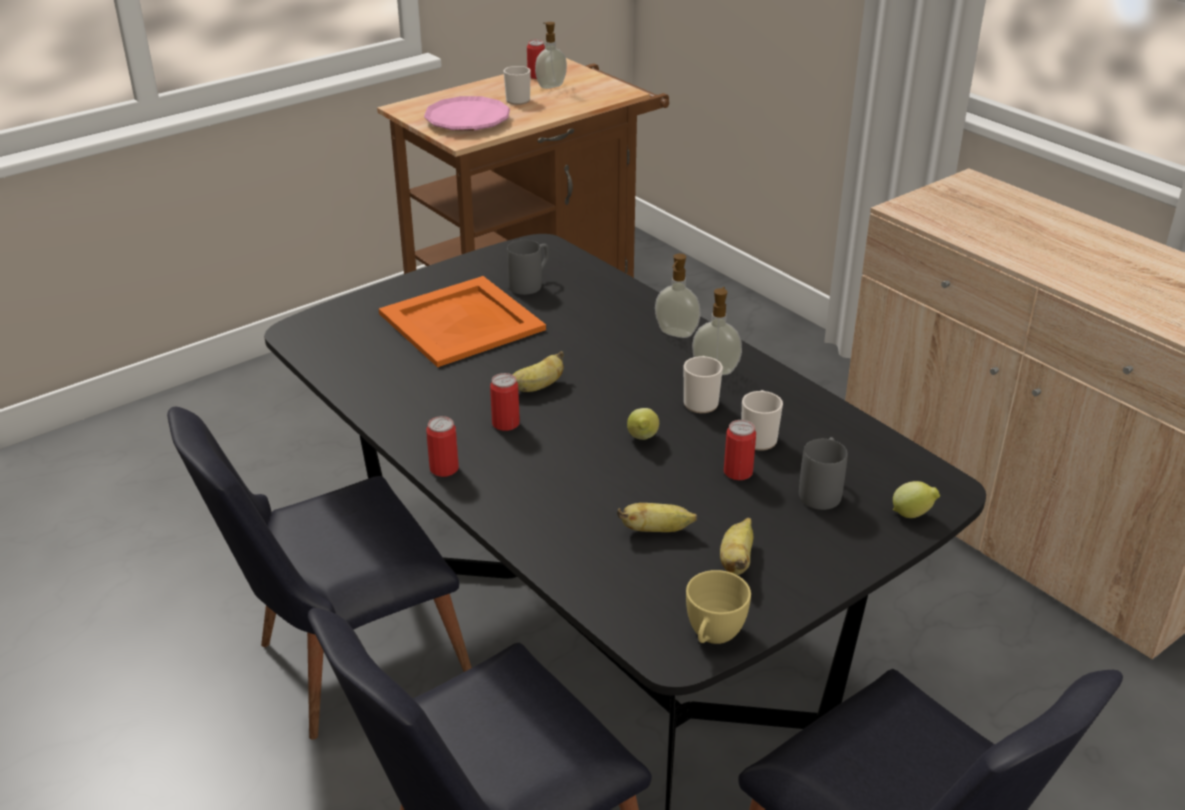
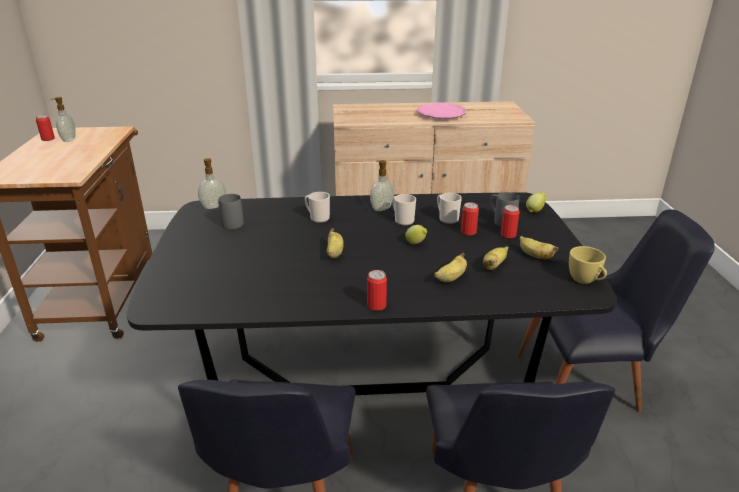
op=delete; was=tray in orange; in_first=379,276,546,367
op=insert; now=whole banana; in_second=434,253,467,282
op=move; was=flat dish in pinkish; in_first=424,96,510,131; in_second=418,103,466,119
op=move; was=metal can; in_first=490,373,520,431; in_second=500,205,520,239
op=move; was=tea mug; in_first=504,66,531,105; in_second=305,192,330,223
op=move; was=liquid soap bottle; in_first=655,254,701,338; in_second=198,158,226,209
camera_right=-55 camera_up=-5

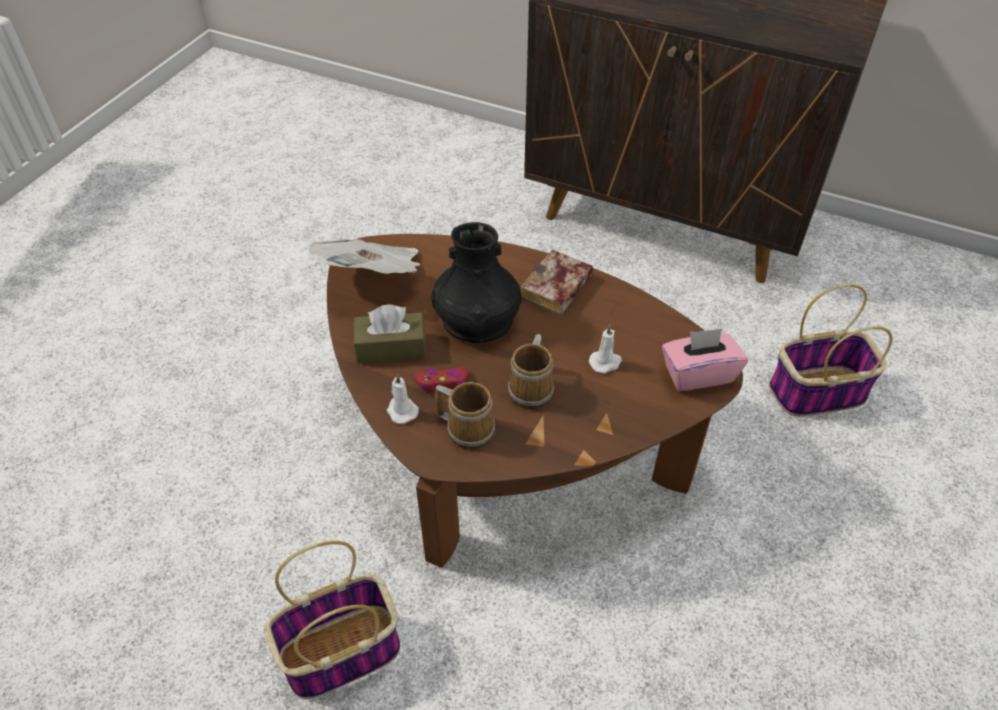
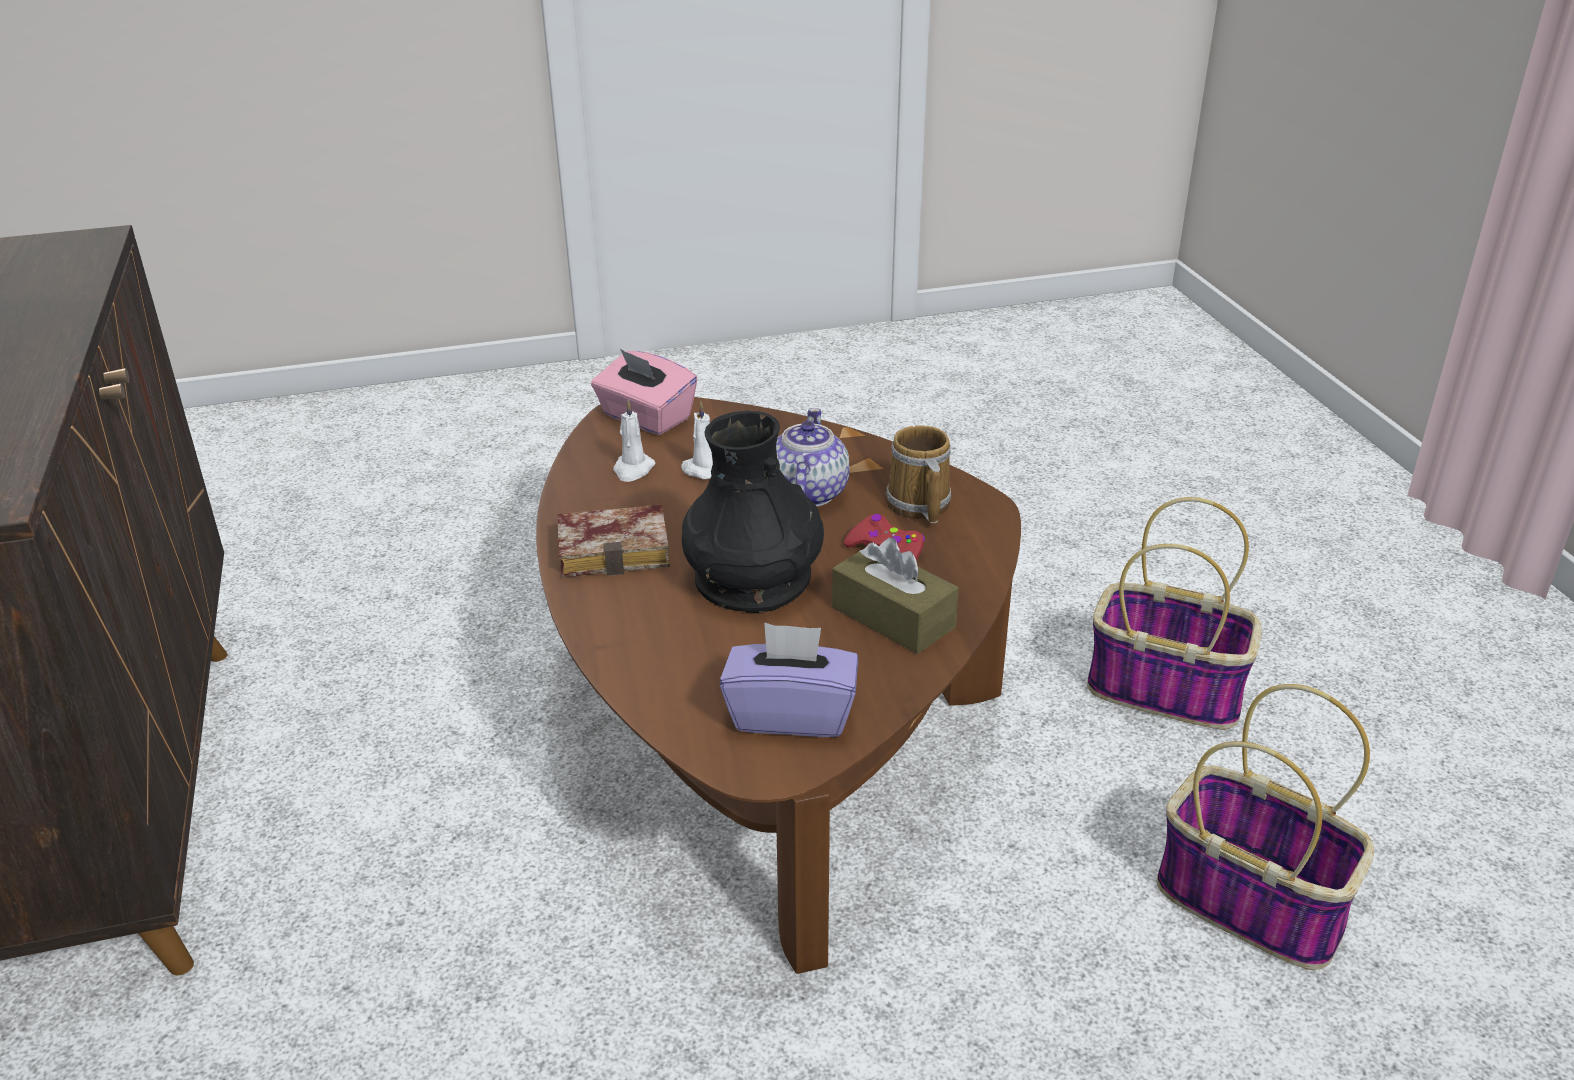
op=move; was=wax light in whitish; in_first=387,374,419,424; in_second=613,400,656,482
op=move; was=household basket; in_first=769,284,893,416; in_second=1157,684,1374,970
op=replace; was=printed paper; now=tissue holder in purplish; in_first=309,239,421,274; in_second=720,623,858,737
op=replace; was=tea mug; now=teapot; in_first=508,334,554,410; in_second=776,408,850,507
camera_right=-130 camera_up=-15

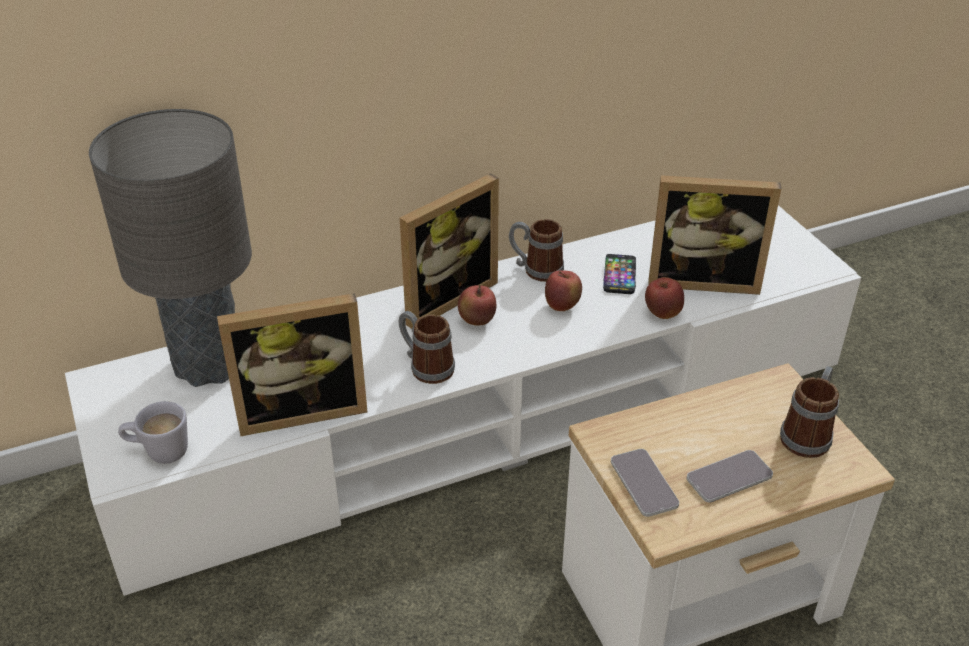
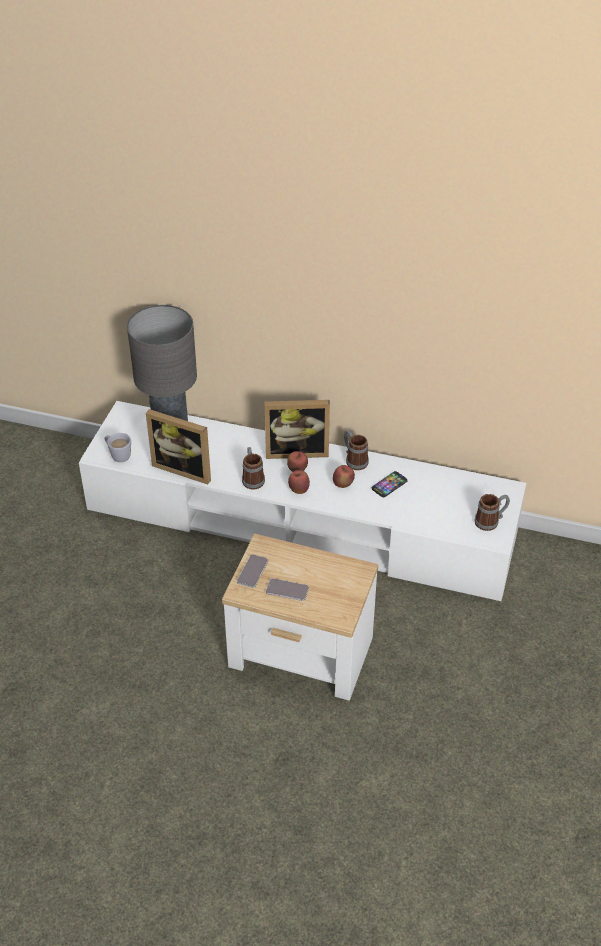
op=delete; was=standing frame; in_first=648,175,781,295
op=move; was=whole apple; in_first=645,277,684,319; in_second=288,470,310,494
op=move; was=tea mug; in_first=780,366,839,458; in_second=474,494,510,531
camera_right=40 camera_up=5

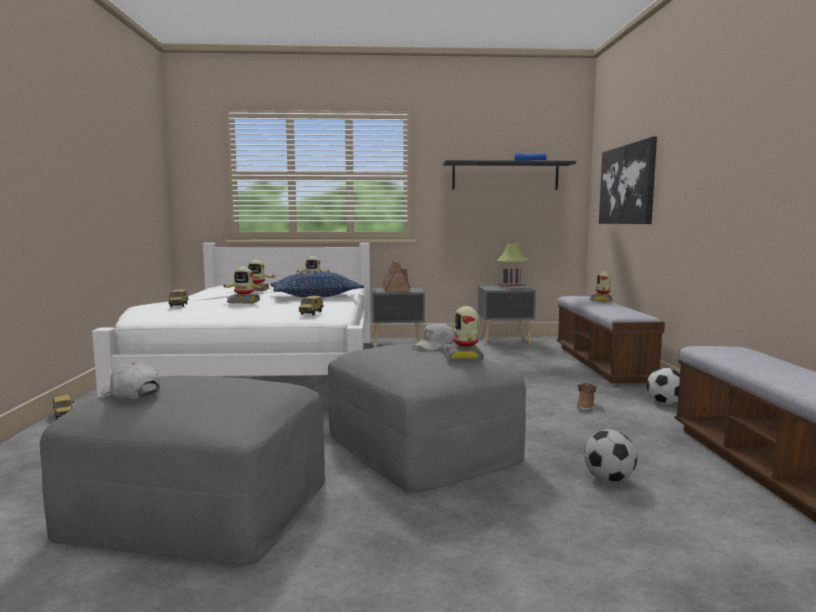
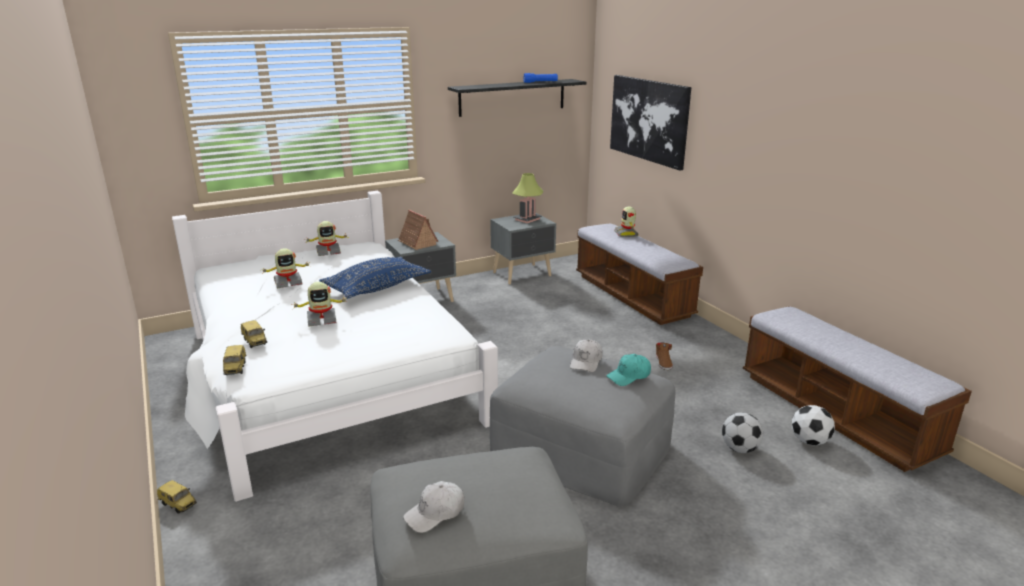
op=move; was=model car; in_first=299,296,324,316; in_second=223,345,247,375
op=move; was=football ball; in_first=646,368,680,404; in_second=792,405,835,445
op=replace; was=model robot; now=cap in turquoise-coloured; in_first=443,306,484,361; in_second=606,354,651,386
op=rotate; was=cap in whitish; in_first=100,363,160,399; in_second=403,481,464,533; clockwise=-45
camera_right=-25 camera_up=15

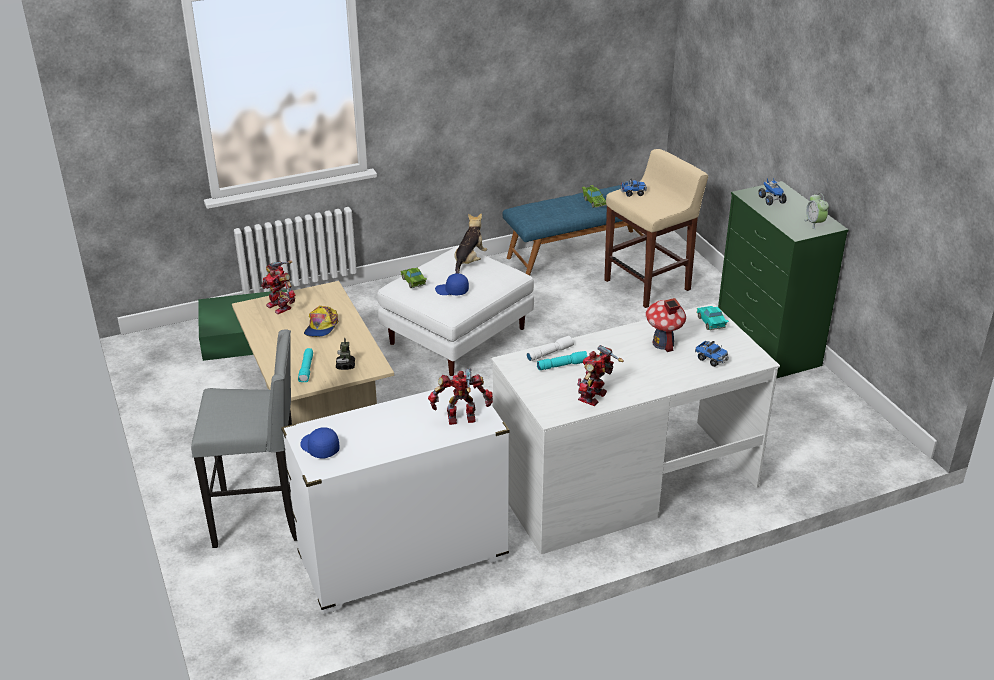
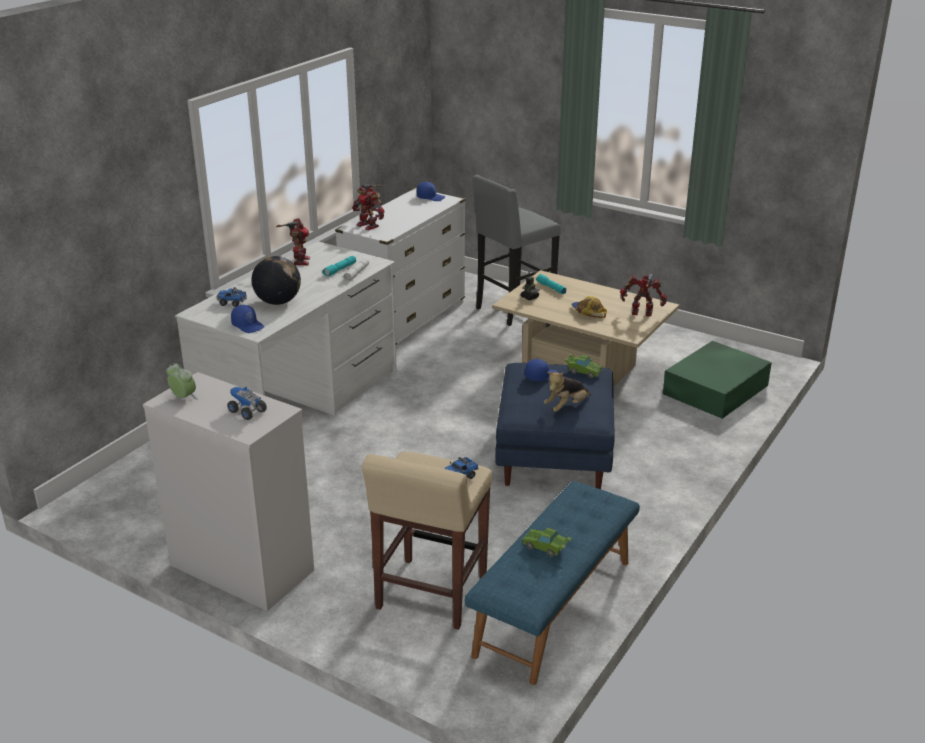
op=replace; was=toy house; now=globe; in_first=646,298,686,352; in_second=251,256,301,305
op=replace; was=model car in turquoise-coloured; now=cap in blue-coloured; in_first=697,306,729,330; in_second=231,305,264,333
op=recolor; was=ottoman in whitish; now=ottoman in blue-coloured; in_first=377,246,534,376; in_second=495,363,615,489
op=recolor; was=drawer chest in greenish; now=drawer chest in whitish; in_first=718,181,849,379; in_second=143,372,314,611
op=rotate; was=model robot; in_first=428,369,493,425; in_second=352,184,385,230; clockwise=90
op=rotate; was=plush toy; in_first=455,214,487,273; in_second=544,372,591,412; clockwise=60
camera_right=145 camera_up=-5

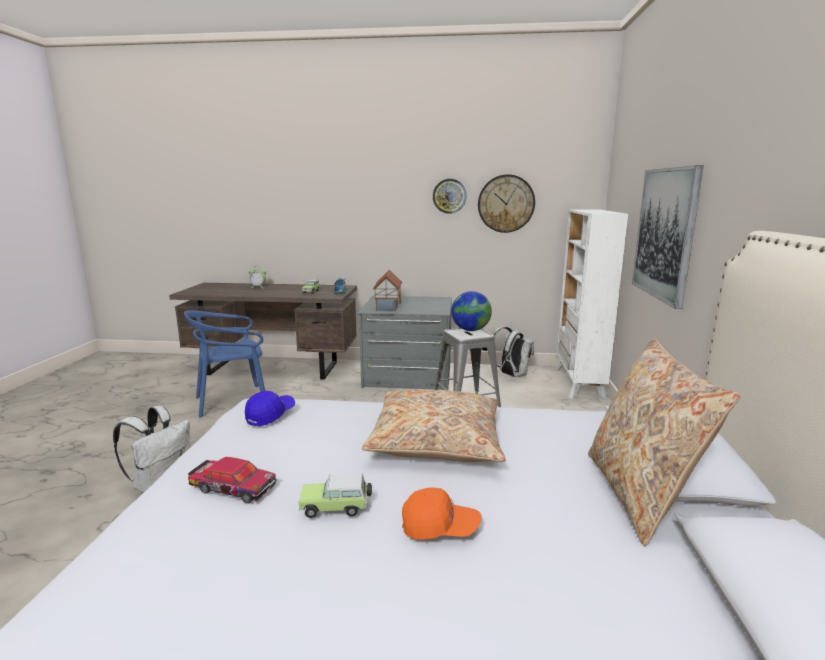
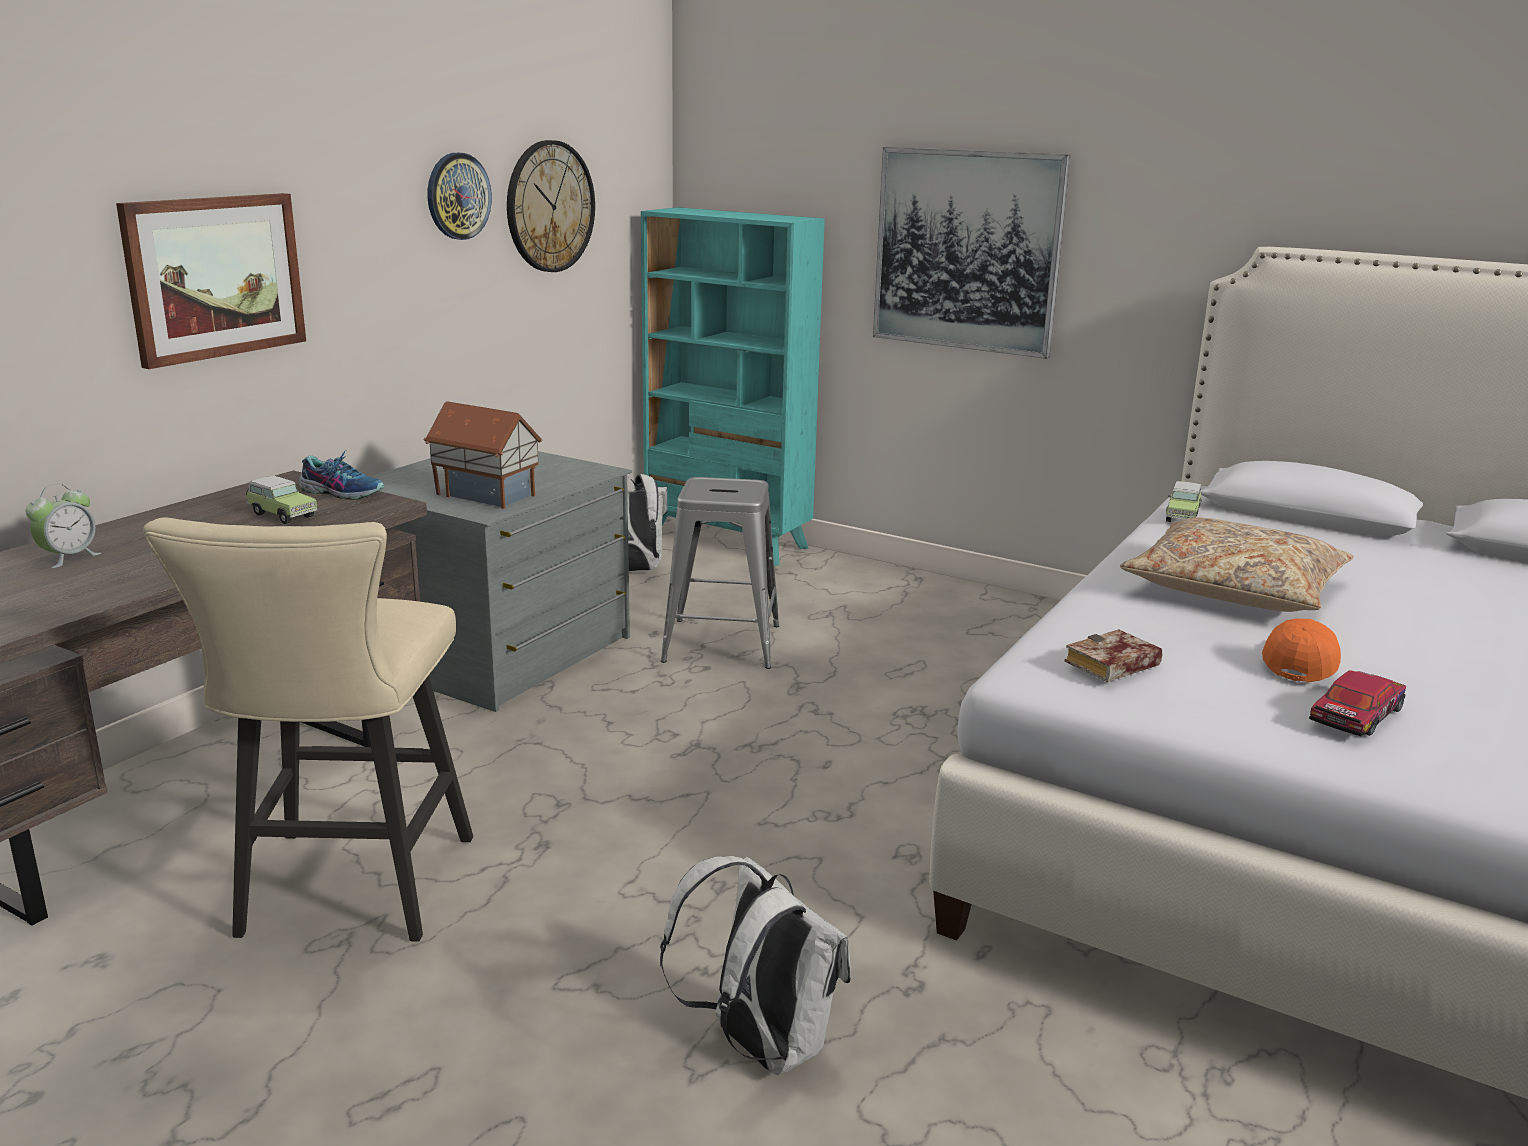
op=delete; was=globe; in_first=451,291,492,331
op=delete; was=pillow in beige; in_first=588,338,741,546
op=insert; now=picture; in_second=116,193,306,369
op=move; was=model car; in_first=298,474,372,518; in_second=1166,481,1202,522
op=move; was=cap in orange; in_first=402,487,482,540; in_second=1262,618,1341,683
op=replace; was=upright chair in blue-coloured; now=stool in beige; in_first=184,310,265,418; in_second=143,517,473,941
op=replace; was=cap in blue-coloured; now=bound book; in_first=245,391,295,427; in_second=1064,629,1162,682
op=recolor; was=shelving unit in whitish; now=shelving unit in turquoise-coloured; in_first=555,209,628,400; in_second=641,207,825,566
camera_right=-65 camera_up=5

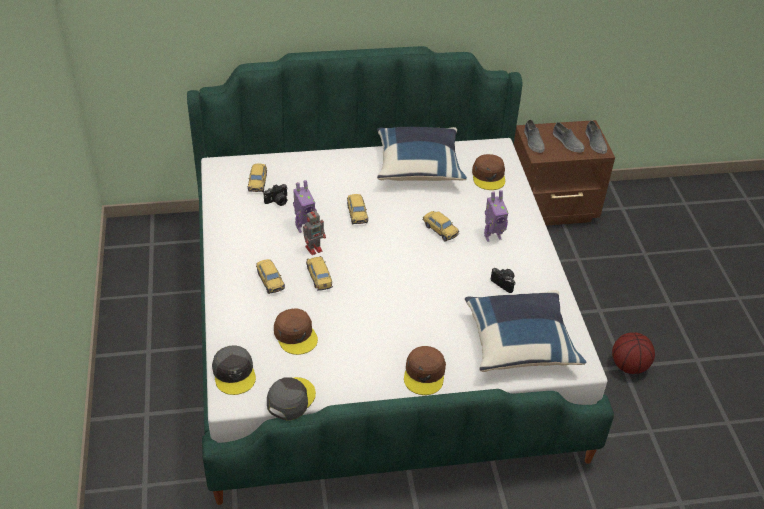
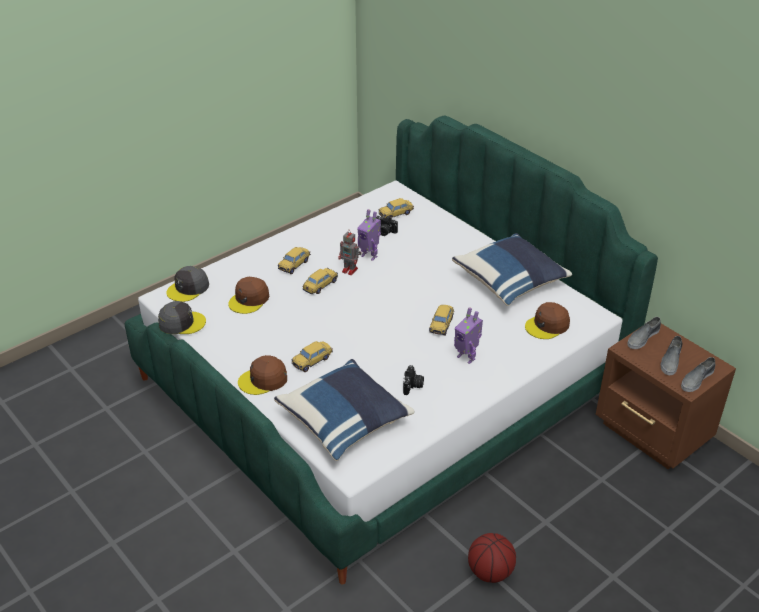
op=move; was=model car; in_first=347,194,368,225; in_second=291,341,333,372
camera_right=60 camera_up=-5

